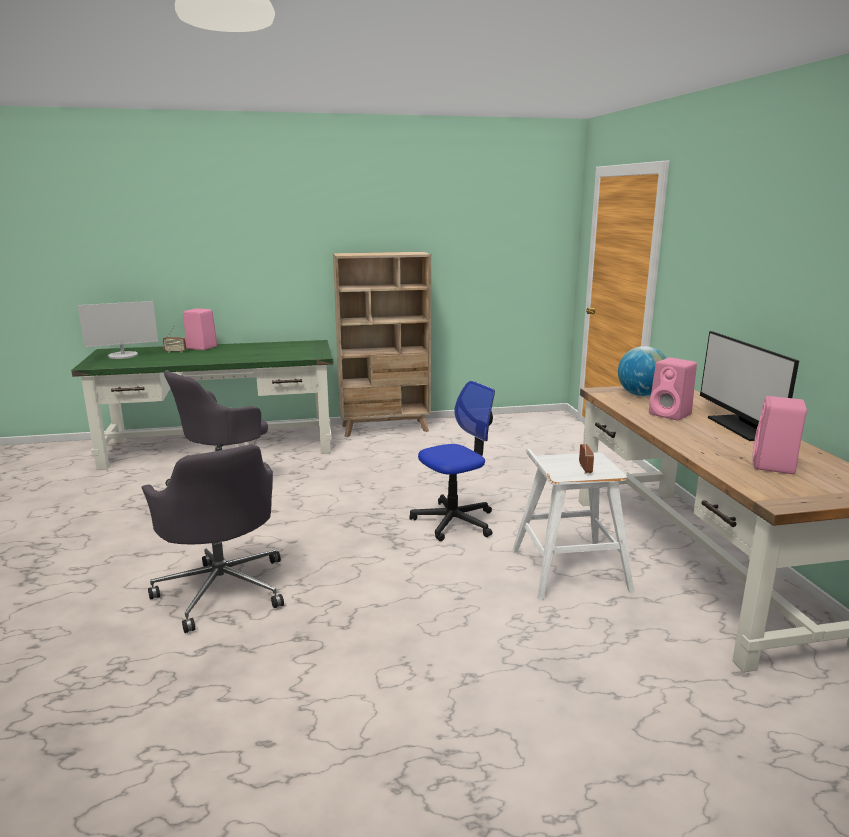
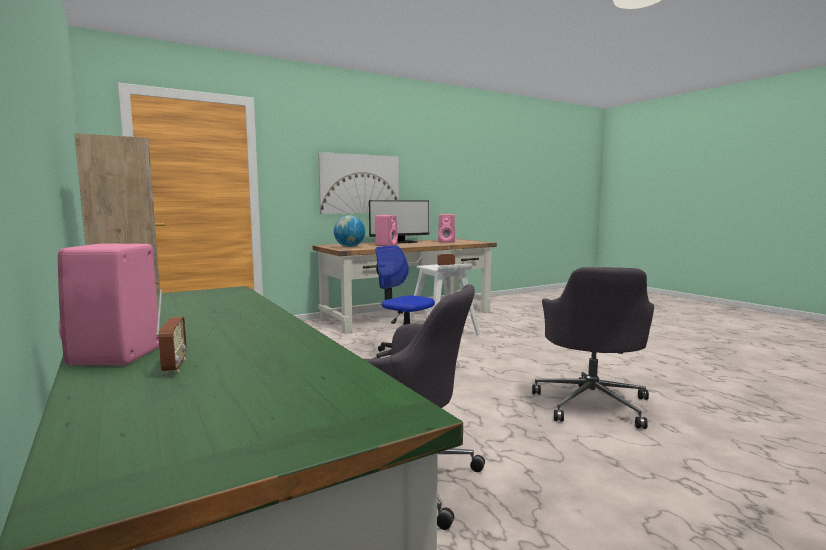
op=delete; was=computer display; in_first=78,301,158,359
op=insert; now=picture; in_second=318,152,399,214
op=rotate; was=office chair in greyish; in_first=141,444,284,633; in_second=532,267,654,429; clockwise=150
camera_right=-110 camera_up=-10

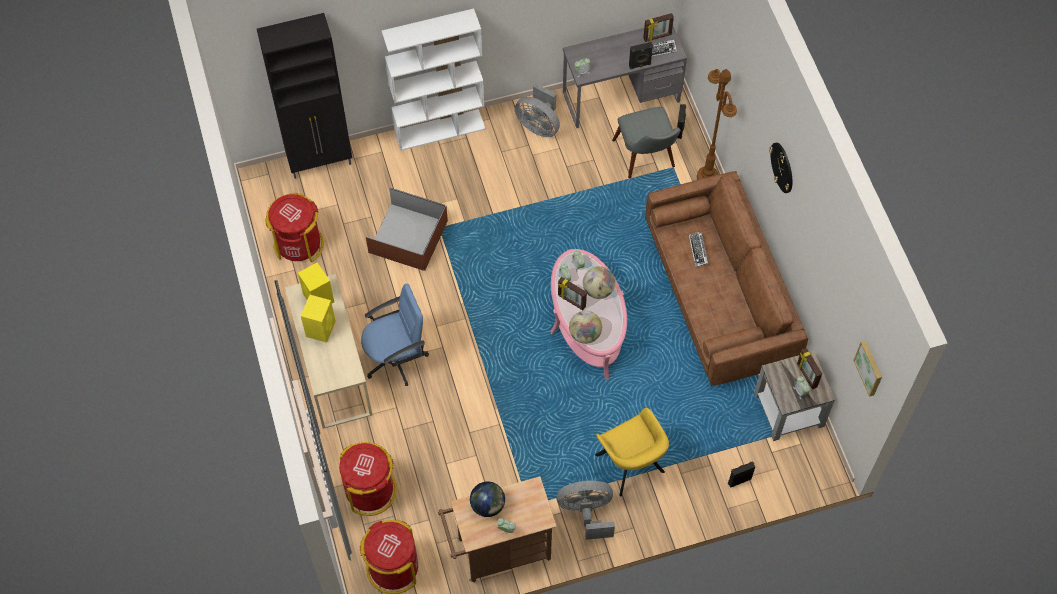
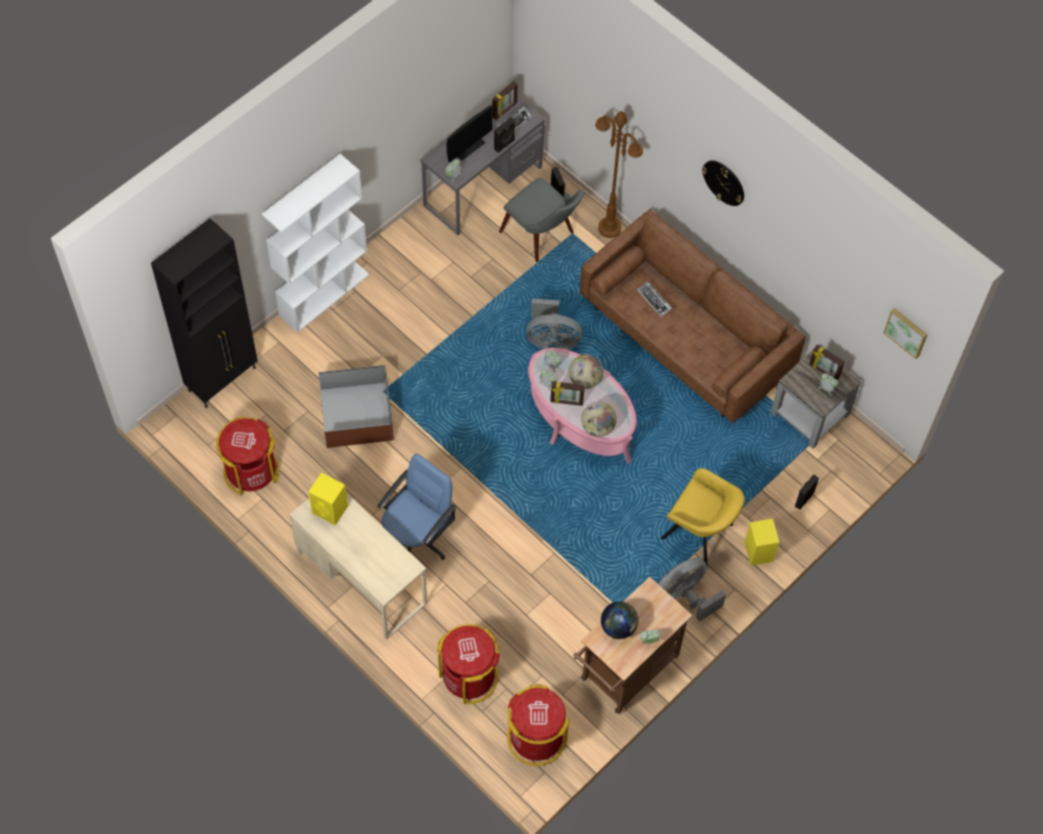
op=insert; now=computer display; in_second=447,105,492,162
op=move; was=speaker in yellow-coloured; in_first=301,295,336,343; in_second=744,519,779,566
op=move; was=cooling fan in greyish; in_first=515,83,560,137; in_second=526,299,582,350
camera_right=-30 camera_up=0

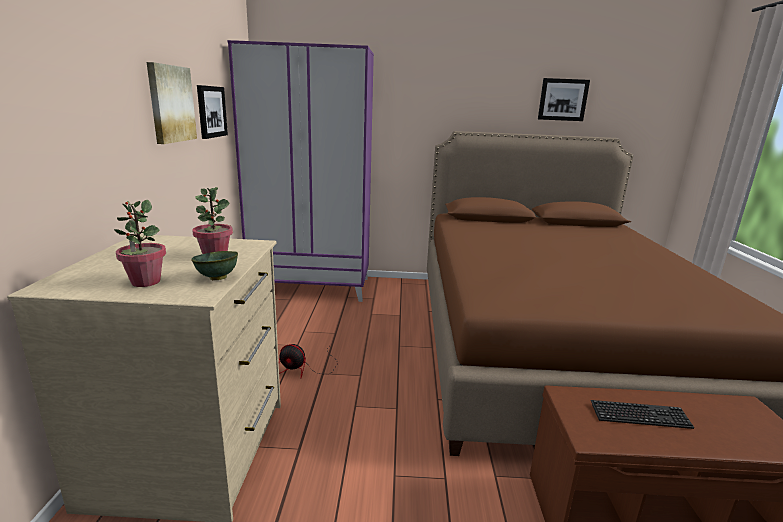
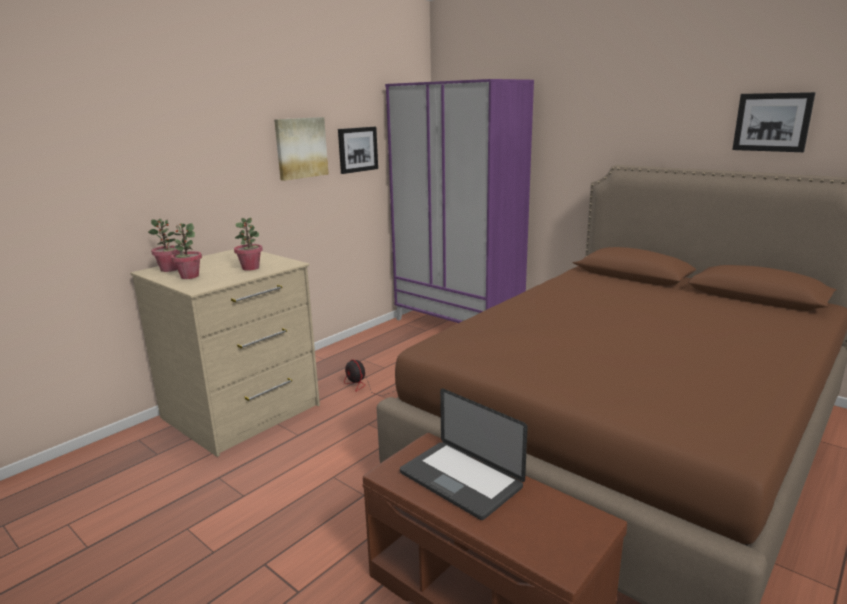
op=delete; was=deep dish in greenish; in_first=191,251,238,280
op=insert; now=plant in a pot; in_second=148,218,180,272
op=replace; was=PC keyboard; now=notebook computer; in_first=591,400,694,429; in_second=400,388,528,520
camera_right=40 camera_up=0

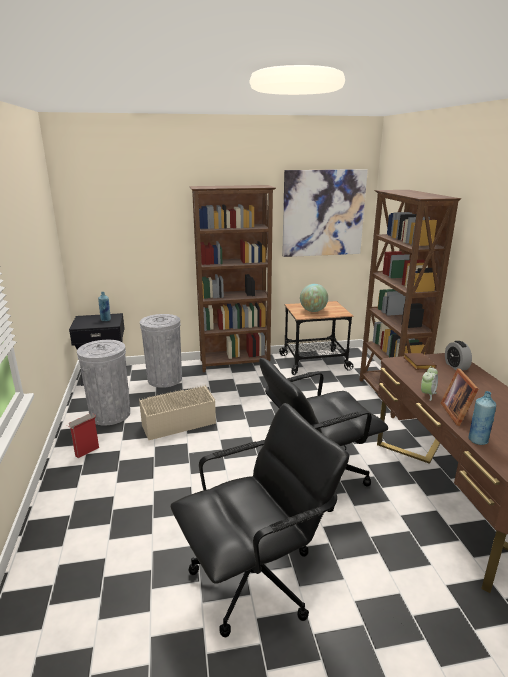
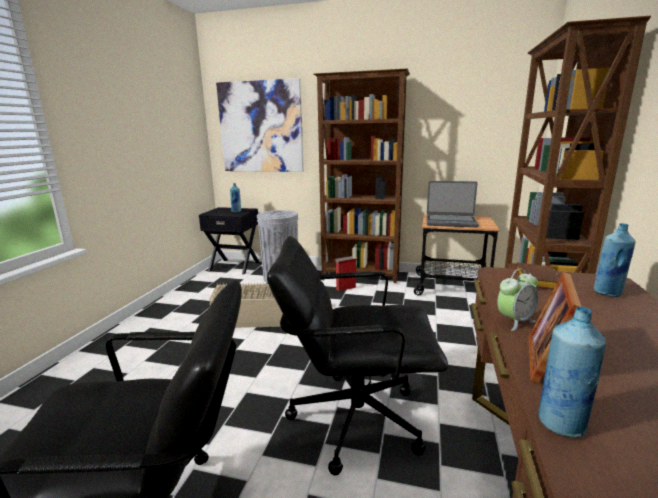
op=delete; was=waste bin in greyish; in_first=77,340,130,426
op=move; was=cardboard box; in_first=68,414,99,458; in_second=334,256,357,291
op=move; was=picture; in_first=282,169,368,257; in_second=216,78,304,172
op=replace; was=globe; now=notebook computer; in_first=300,284,328,312; in_second=426,181,479,227
op=replace; was=alarm clock; now=bottle in blue-coloured; in_first=445,341,472,371; in_second=594,223,636,297
camera_right=25 camera_up=-5

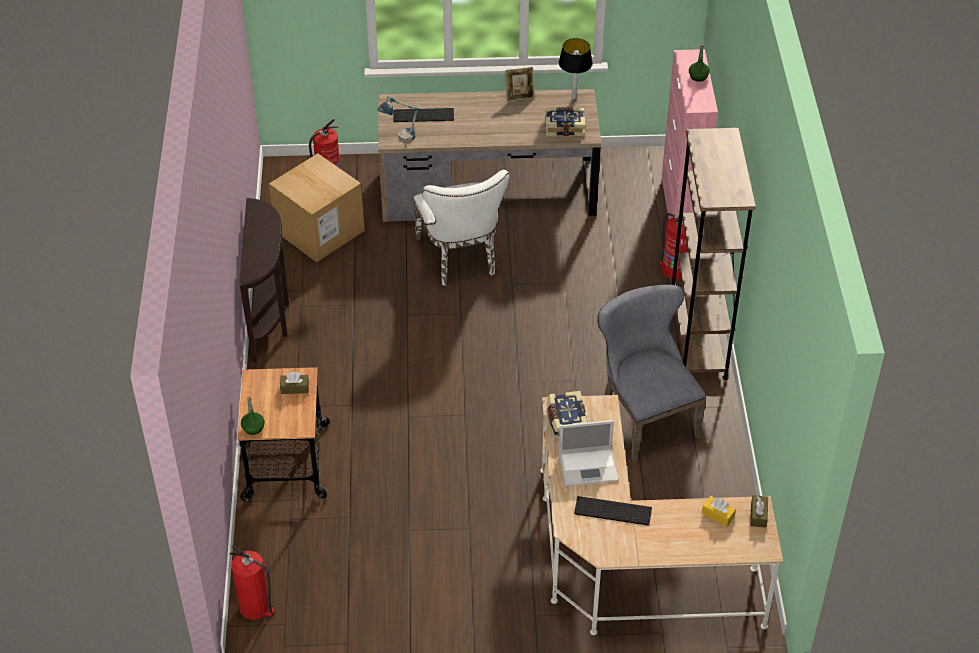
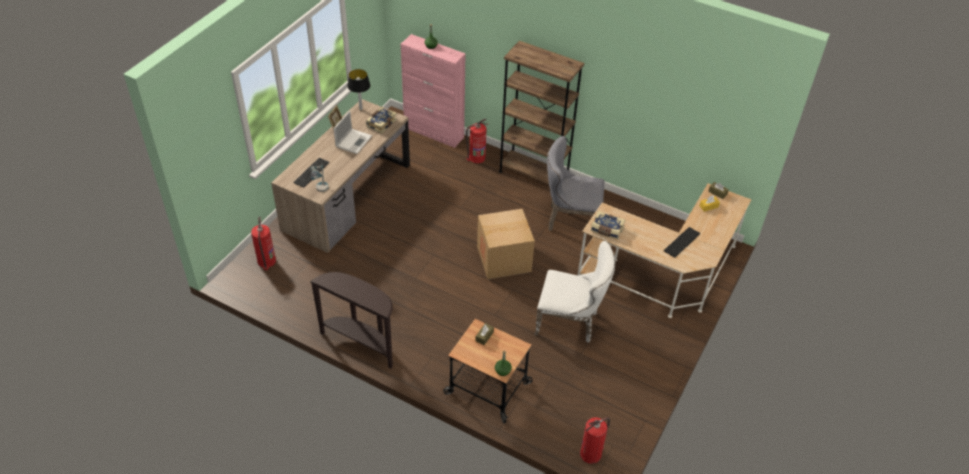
op=move; was=cardboard box; in_first=269,153,365,262; in_second=477,209,535,279
op=move; was=upright chair in whitish; in_first=413,170,509,286; in_second=535,241,615,343
op=move; was=notebook computer; in_first=559,420,619,486; in_second=334,111,372,154
camera_right=-60 camera_up=0

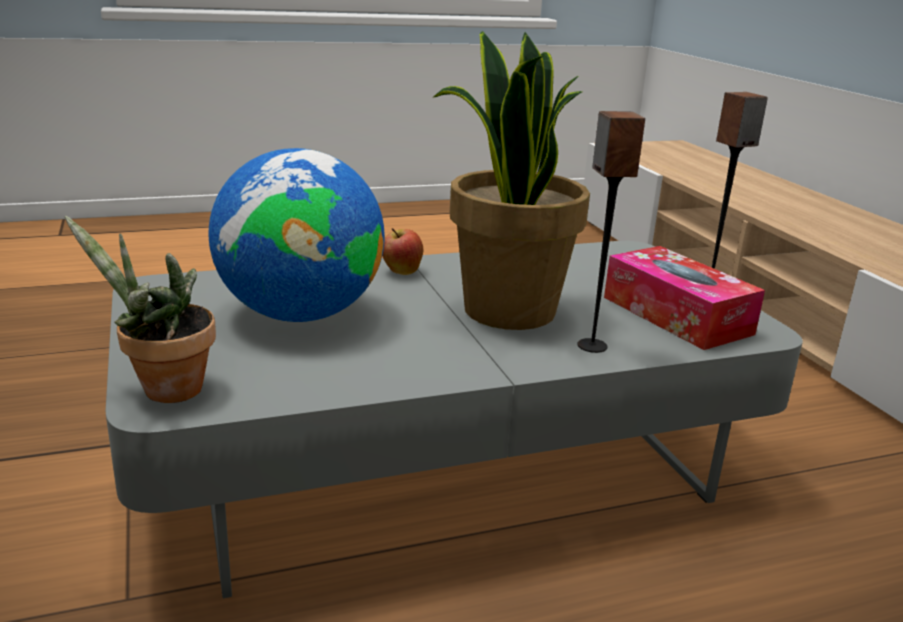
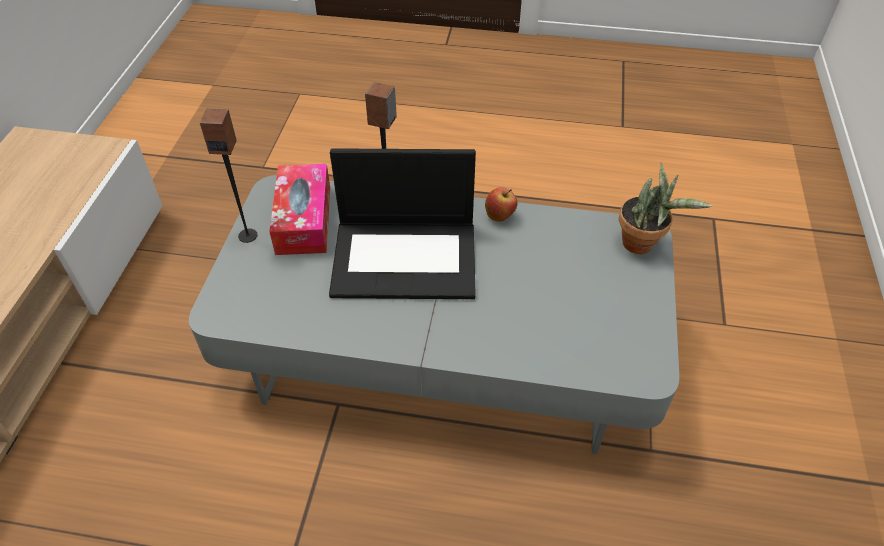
op=delete; was=globe; in_first=209,148,385,322
op=move; was=whole apple; in_first=383,228,423,275; in_second=485,187,517,222
op=replace; was=plant in a pot; now=notebook computer; in_first=432,31,590,330; in_second=329,148,476,299
camera_right=-150 camera_up=25

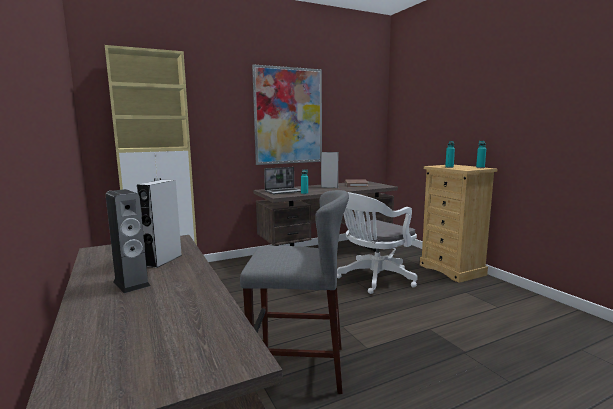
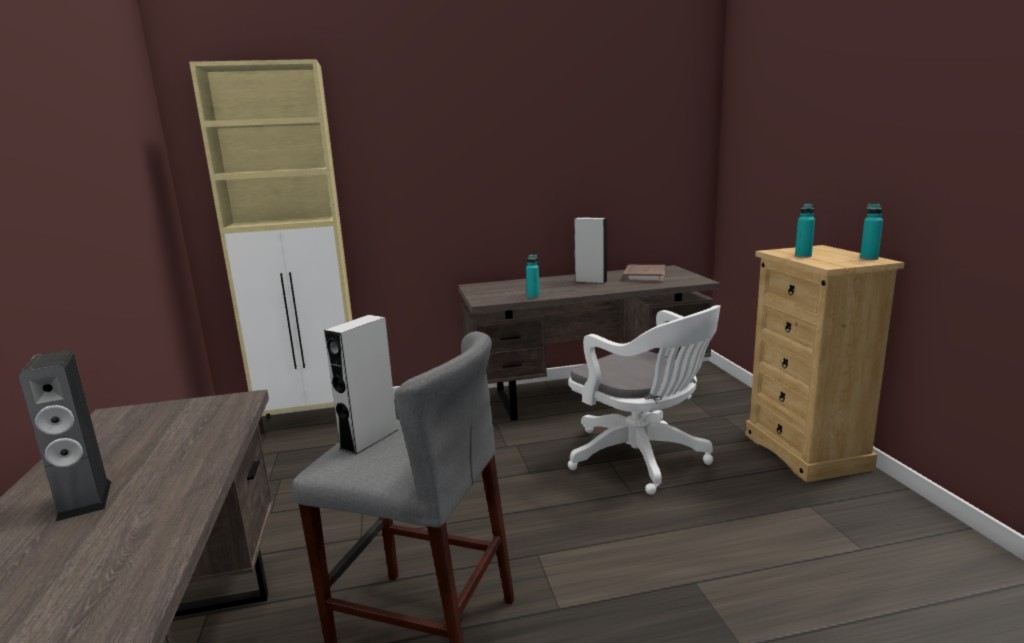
op=delete; was=picture; in_first=252,64,322,165
op=delete; was=notebook computer; in_first=264,167,301,194
op=move; was=speaker in greyish; in_first=137,179,182,268; in_second=324,315,398,455
op=rotate; was=office chair in whitish; in_first=337,192,418,294; in_second=568,305,721,495; clockwise=-105
camera_right=15 camera_up=5

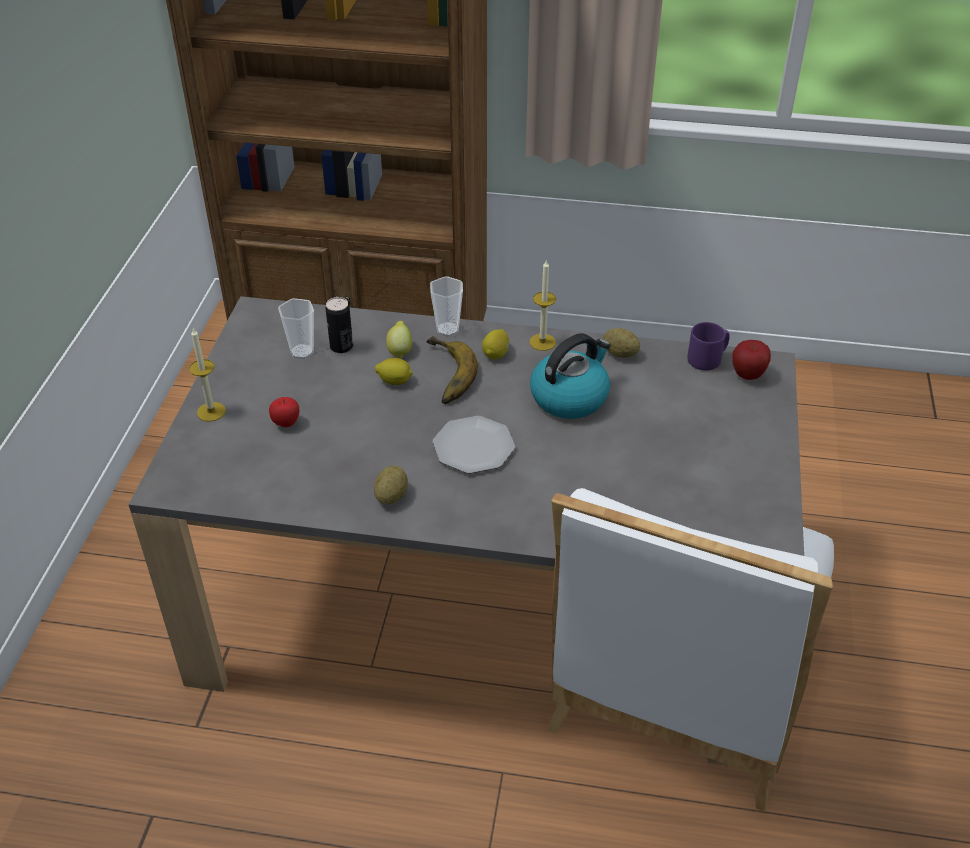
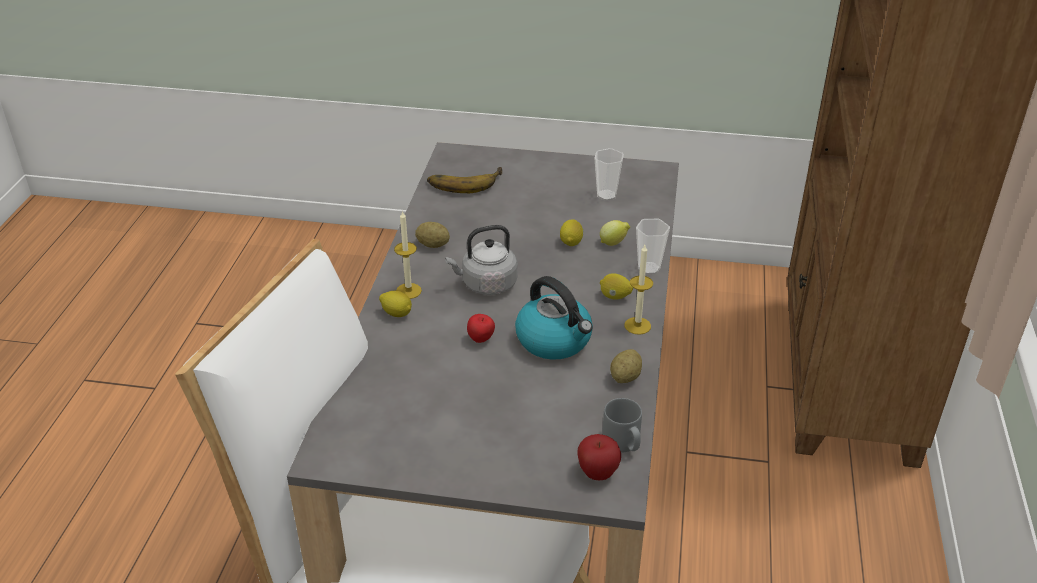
op=delete; was=metal can; in_first=325,297,353,353
op=insert; now=citrus fruit; in_second=379,291,412,317
op=move; was=wax light; in_first=189,328,226,422; in_second=394,210,422,299
op=move; was=whole apple; in_first=269,397,299,427; in_second=467,314,495,343
op=move; was=whole banana; in_first=427,336,478,404; in_second=427,167,502,193
op=replace; was=flat dish; now=tea kettle in greyish; in_first=433,416,515,474; in_second=445,225,518,295
op=recolor; was=tea mug in purplish; now=tea mug in greyish; in_first=687,322,730,371; in_second=602,398,642,452
camera_right=90 camera_up=-5

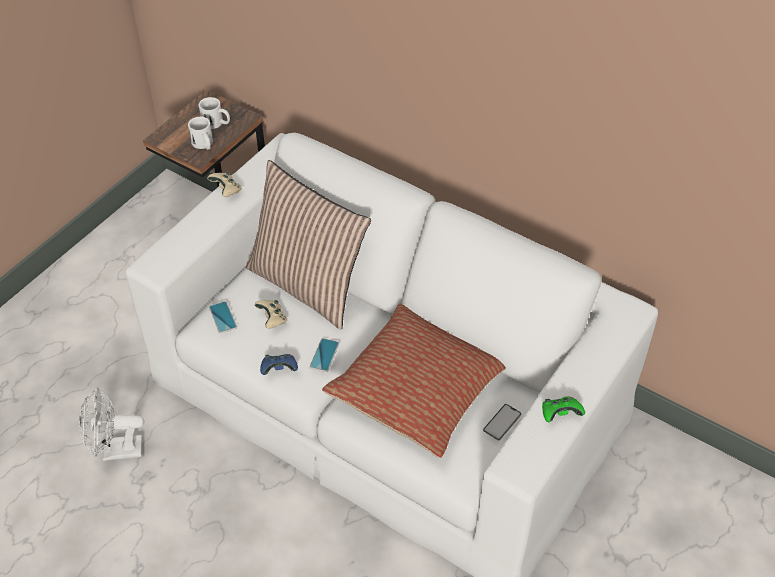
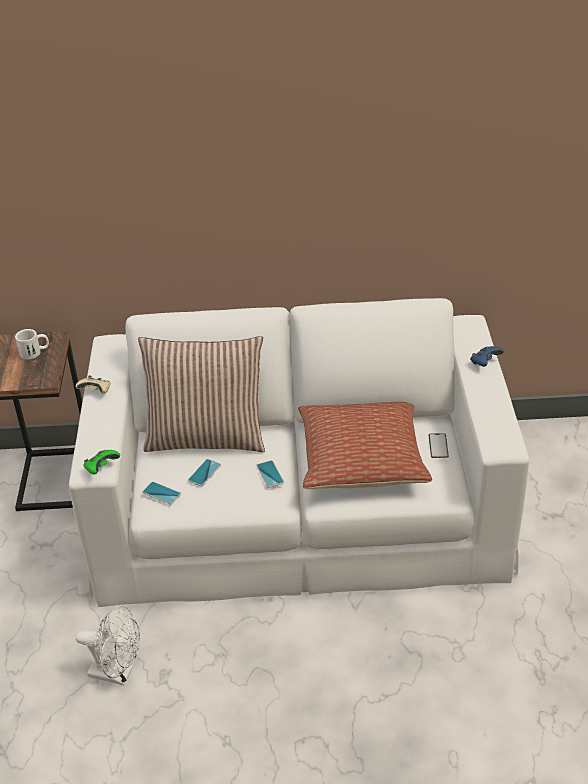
op=delete; was=tea mug in whitish; in_first=188,117,213,150
op=move; was=joypad in blue-coloured; in_first=260,354,298,375; in_second=470,346,504,367
op=move; was=joypad in greenish; in_first=542,396,585,422; in_second=83,450,120,475
op=replace; was=joypad in beige; now=handset; in_first=255,300,287,329; in_second=188,459,221,486
op=rotate; was=cooling fan in whitish; in_first=79,387,144,461; in_second=76,605,140,685; clockwise=-120
camera_right=-35 camera_up=-10

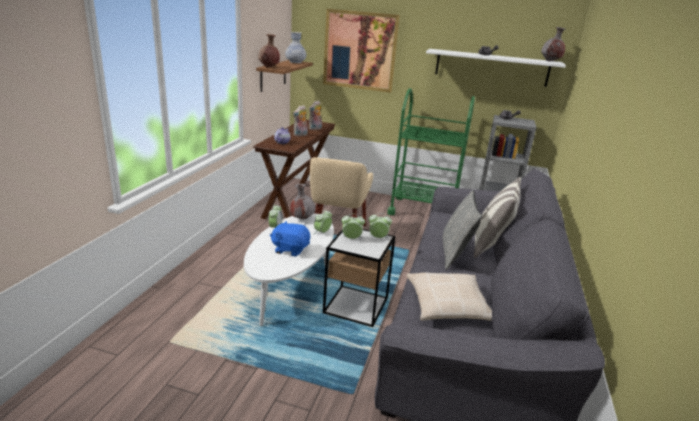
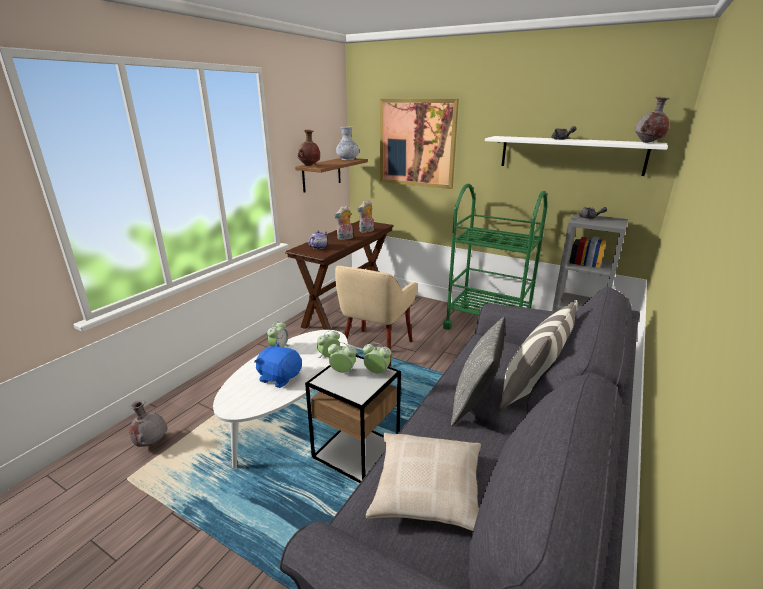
op=move; was=vase in greyish; in_first=290,184,315,219; in_second=129,400,168,447
camera_right=15 camera_up=0

